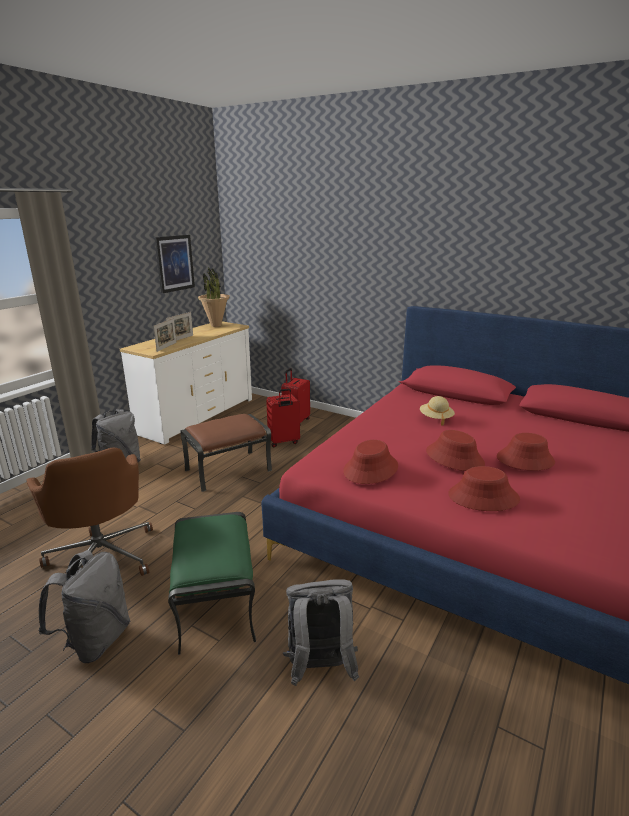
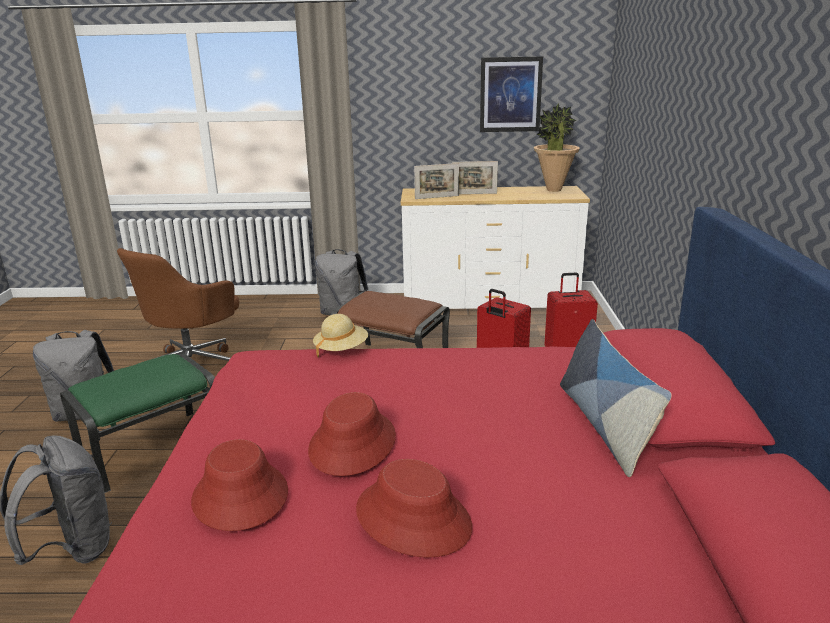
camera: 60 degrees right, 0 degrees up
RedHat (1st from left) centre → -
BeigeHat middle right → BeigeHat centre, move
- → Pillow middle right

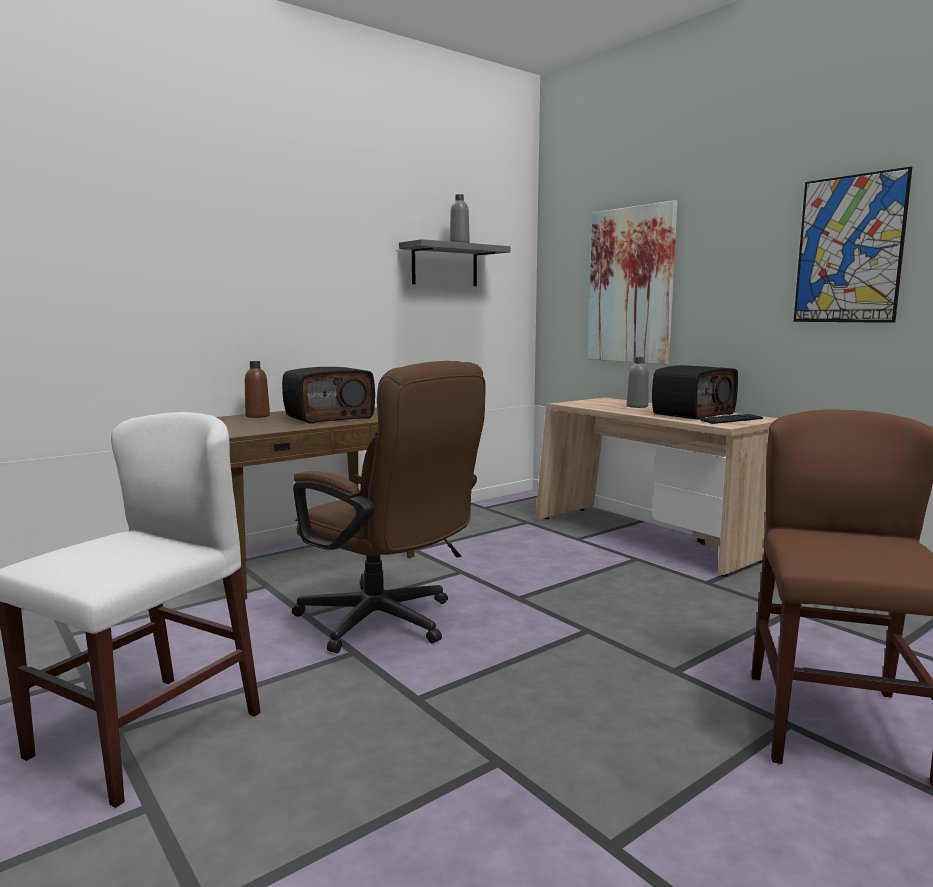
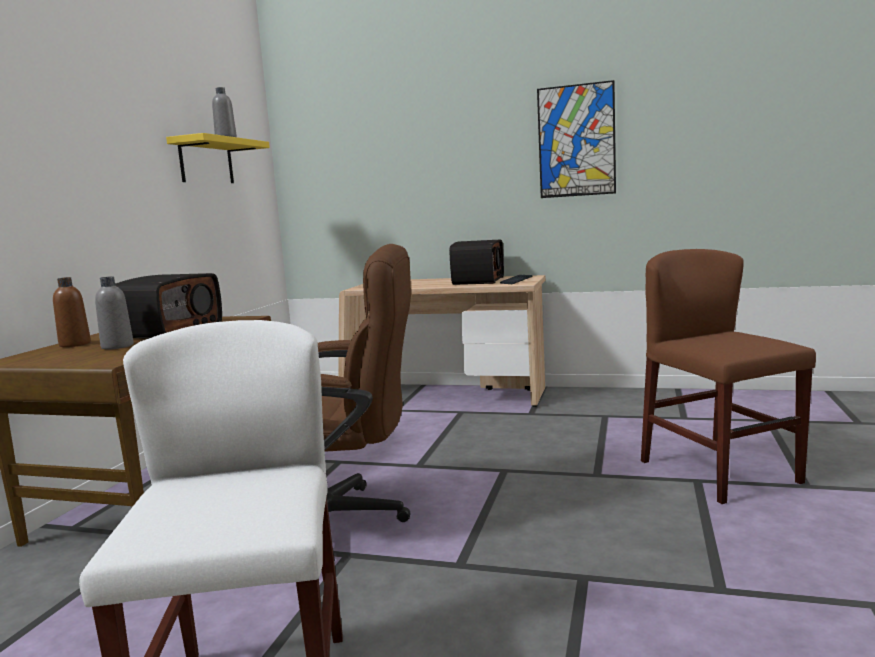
camera: 35 degrees left, 0 degrees up
GreyShelf top centre → YellowShelf top left
Picture (1st from left) top right → -
GreyBottle (2nd from left in the first image) middle right → GreyBottle (1st from left) middle left, move

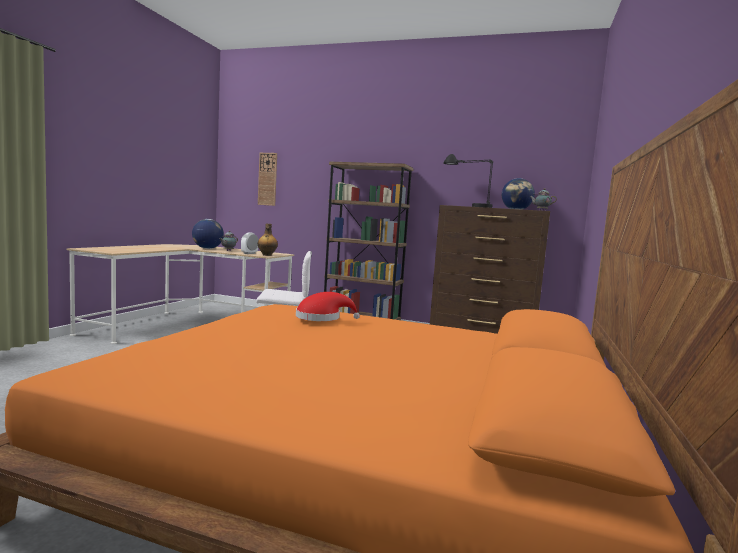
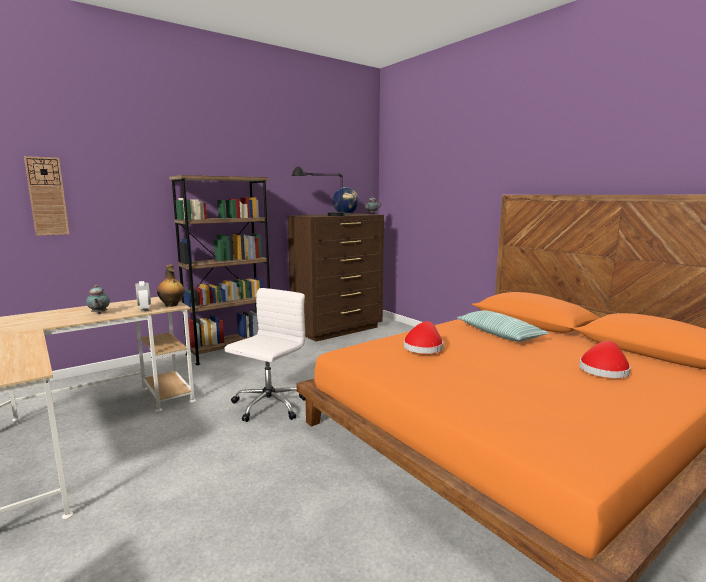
camera: 55 degrees left, 5 degrees up
Globe (1st from left) middle left → -
- → Pillow middle right
- → RedHat (2nd from left) middle right

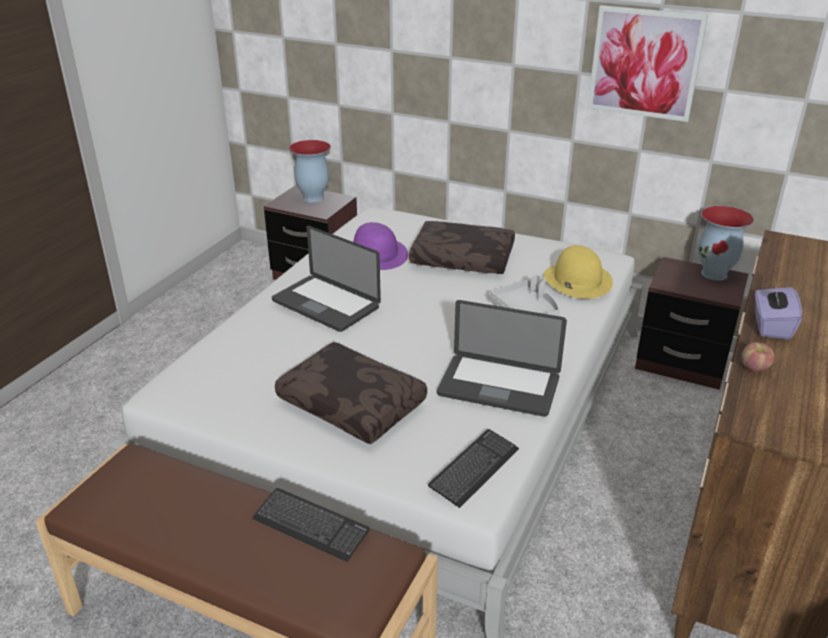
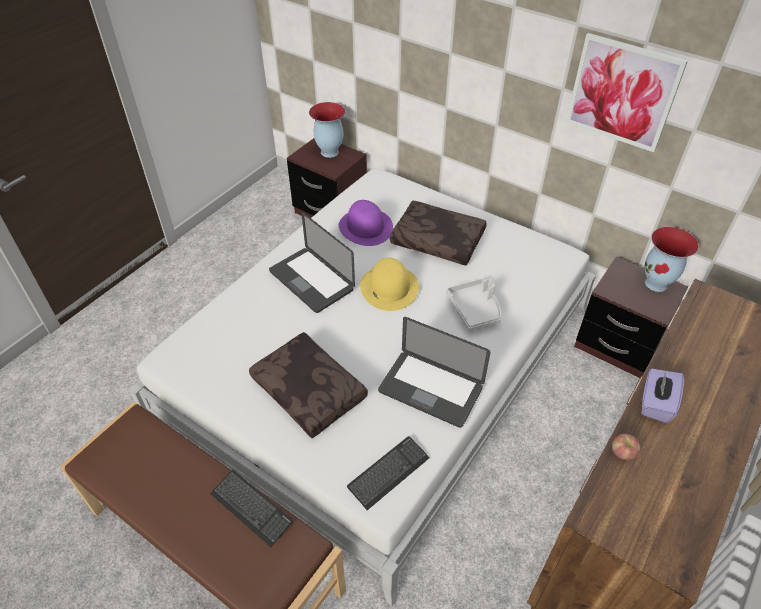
camera: 10 degrees right, 15 degrees up
YellowHat middle right → YellowHat centre, move

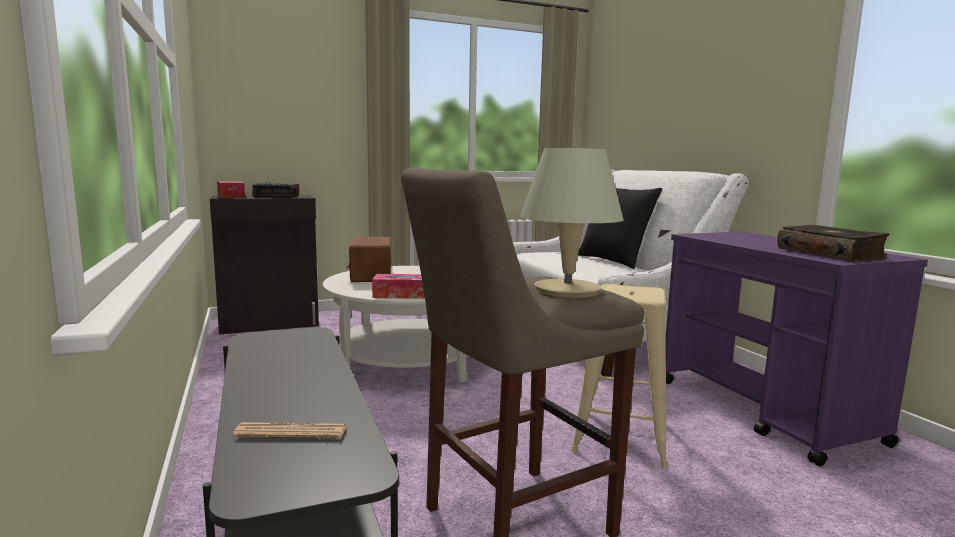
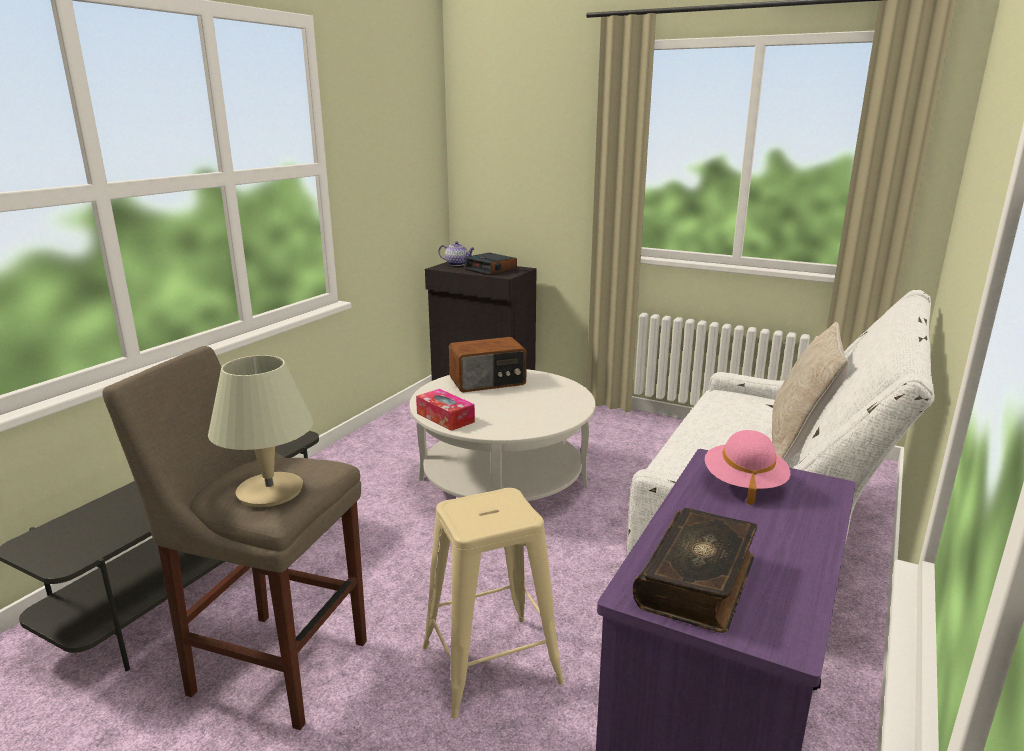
camera: 50 degrees right, 10 degrees up
TissueBox (1st from left) middle left → Teapot centre
Newspaper bottom left → -
Radio centre, 150 degrees counterclockwise
BlackPillow centre → BeigePillow middle right
- → PinkHat middle right

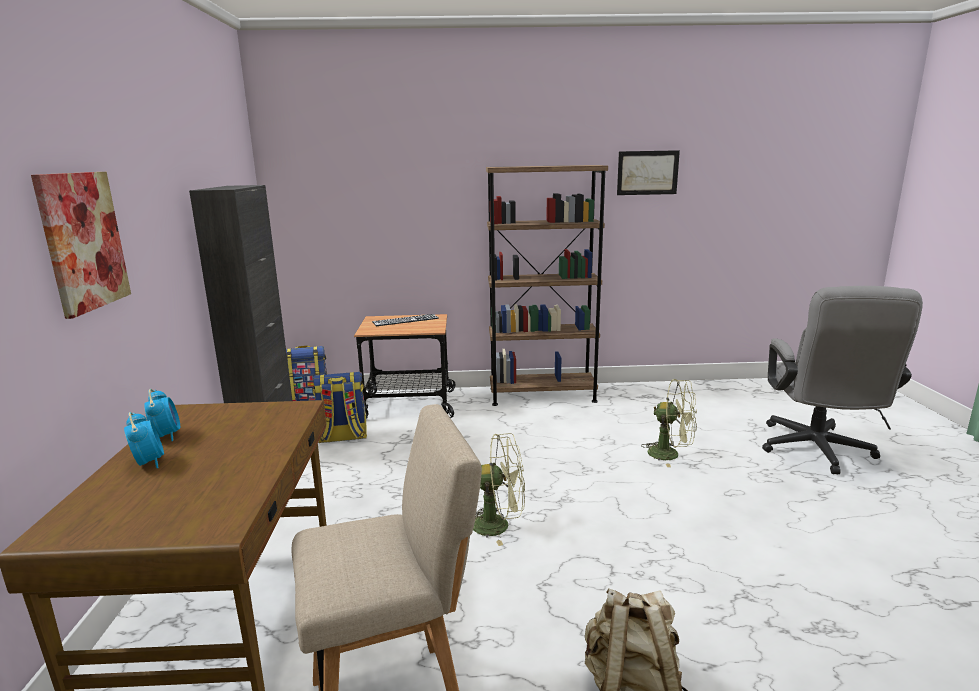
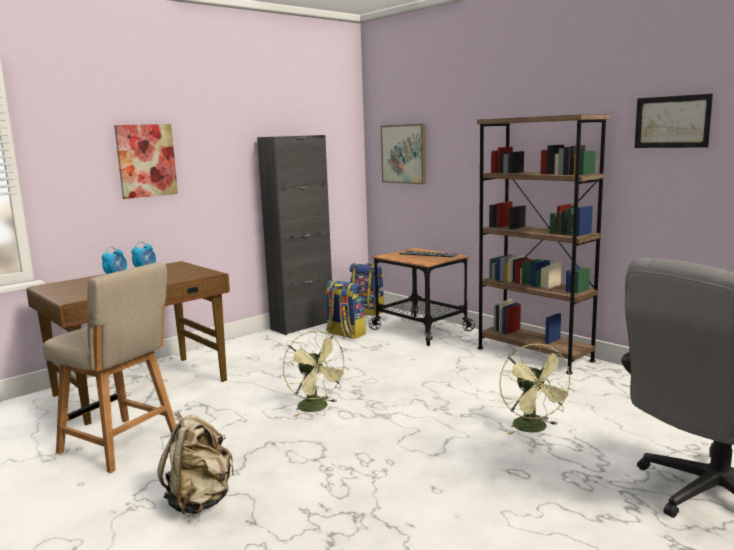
camera: 50 degrees right, 5 degrees down
- → Picture (2nd from left) top centre

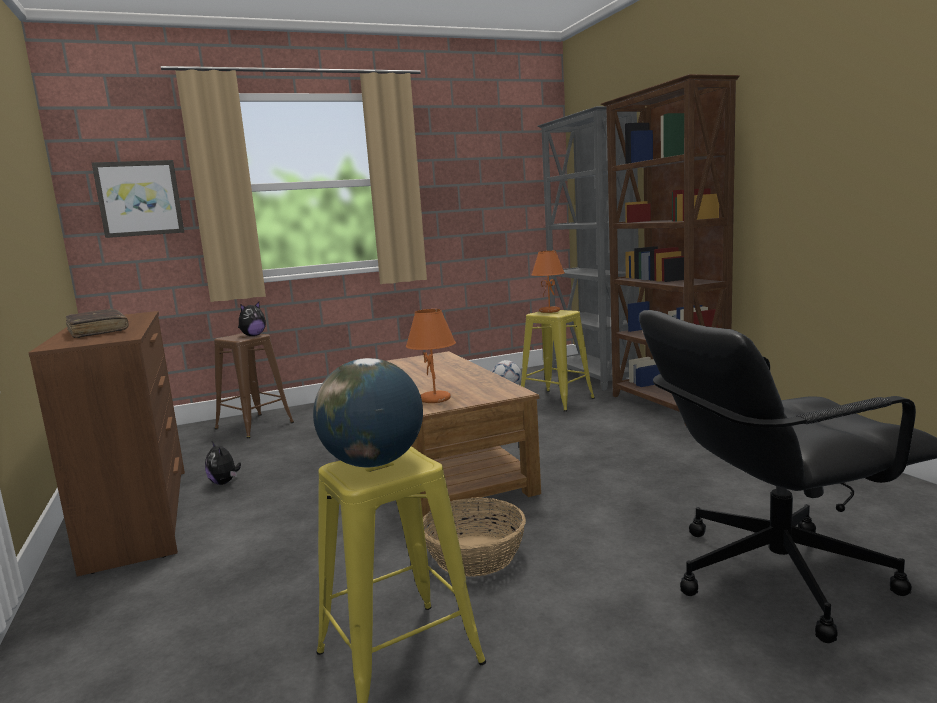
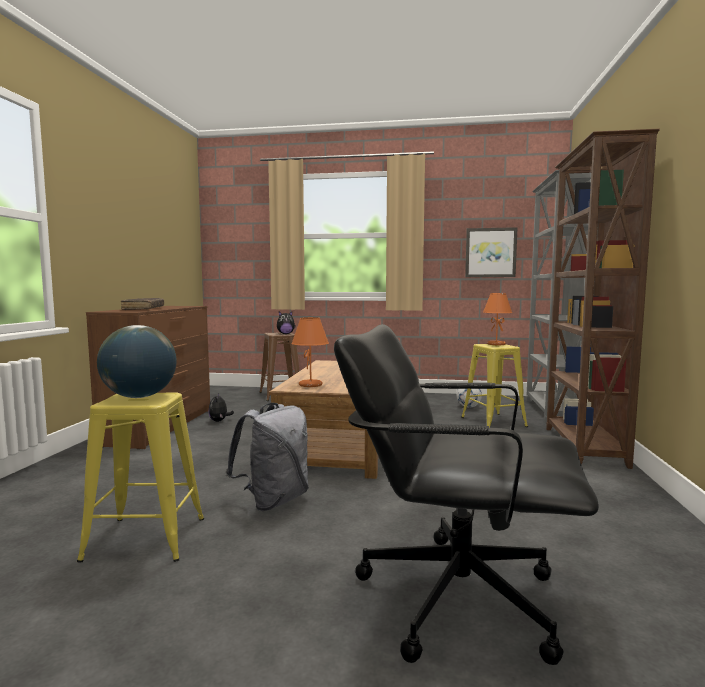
camera: 30 degrees right, 5 degrees down
Picture top left → Picture middle right, move
Basket bottom centre → GreyBackpack centre

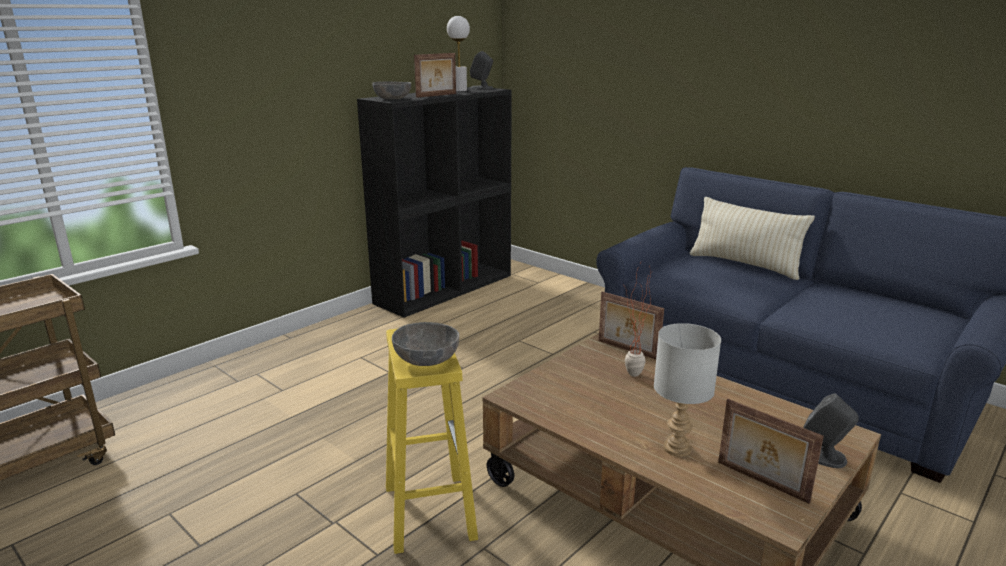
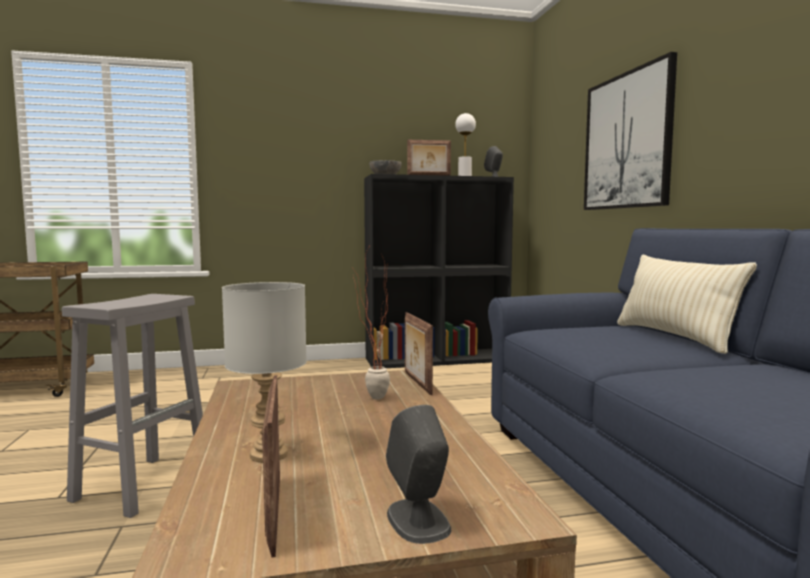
camera: 35 degrees right, 15 degrees down
YellowStool bottom centre → GreyStool bottom left
GreyBowl (2nd from left) centre → -
- → Picture top right

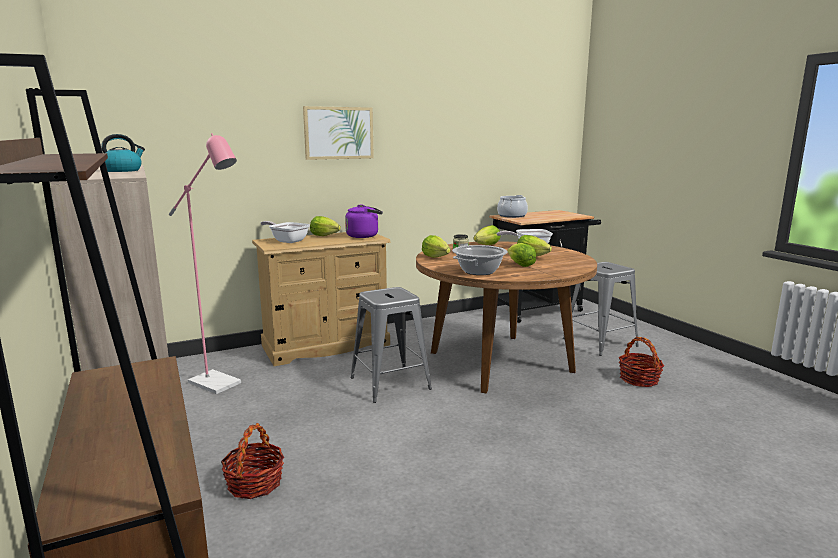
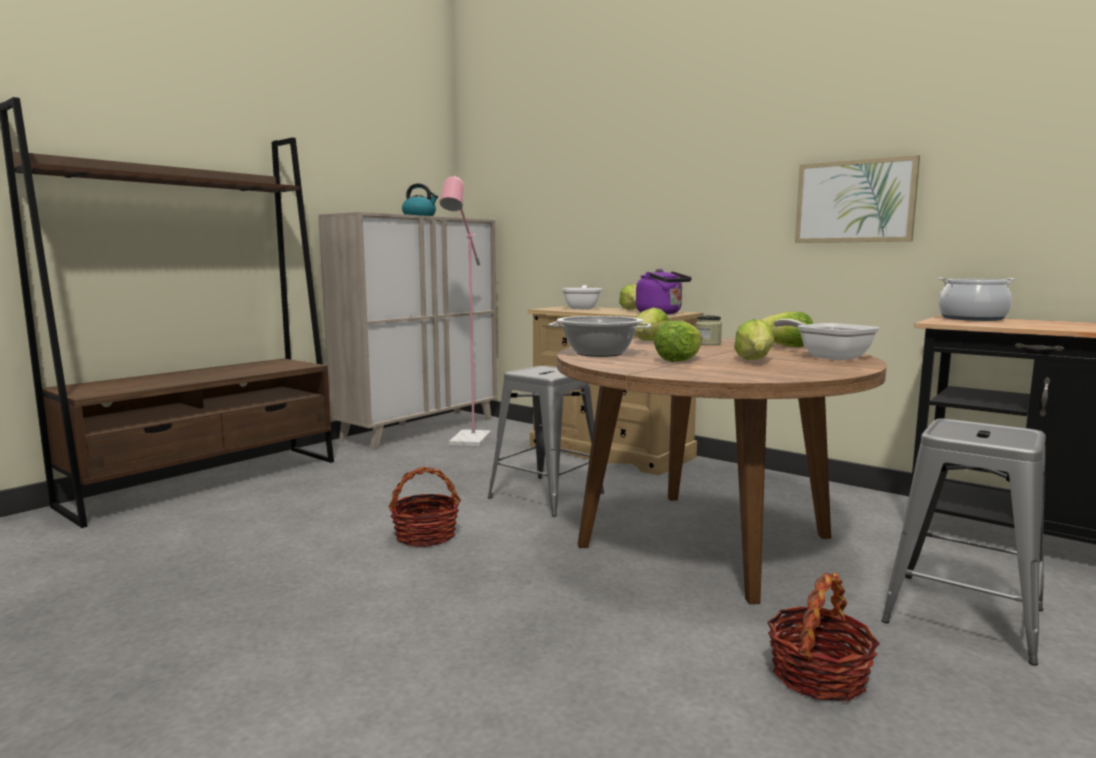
camera: 65 degrees right, 5 degrees down
Basket (1st from left) bottom left → Basket (1st from left) bottom centre, move
Picture top centre → Picture top right, move

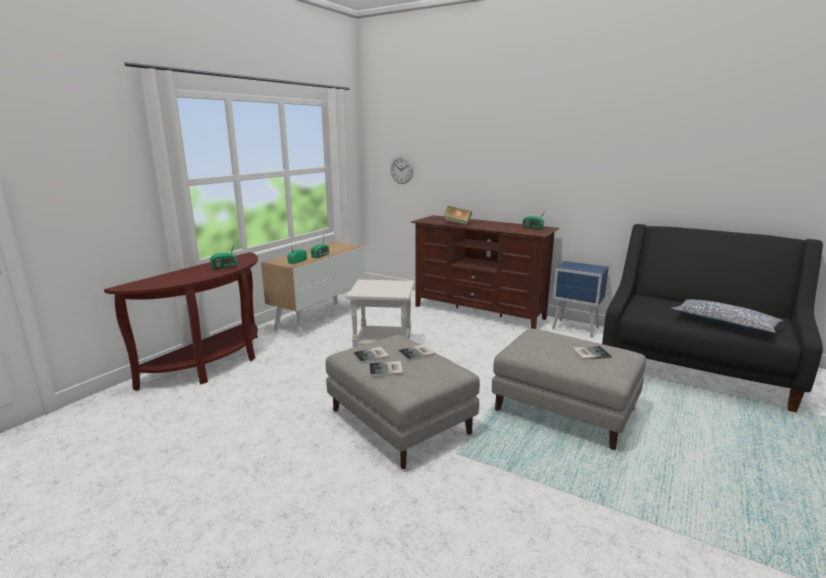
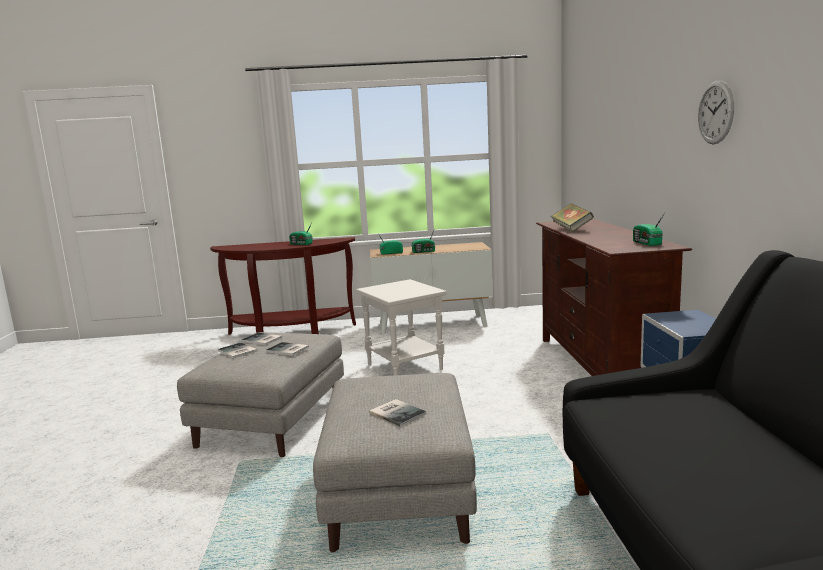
camera: 55 degrees right, 5 degrees down
WallClock top centre → WallClock top right, move
Pillow middle right → -

